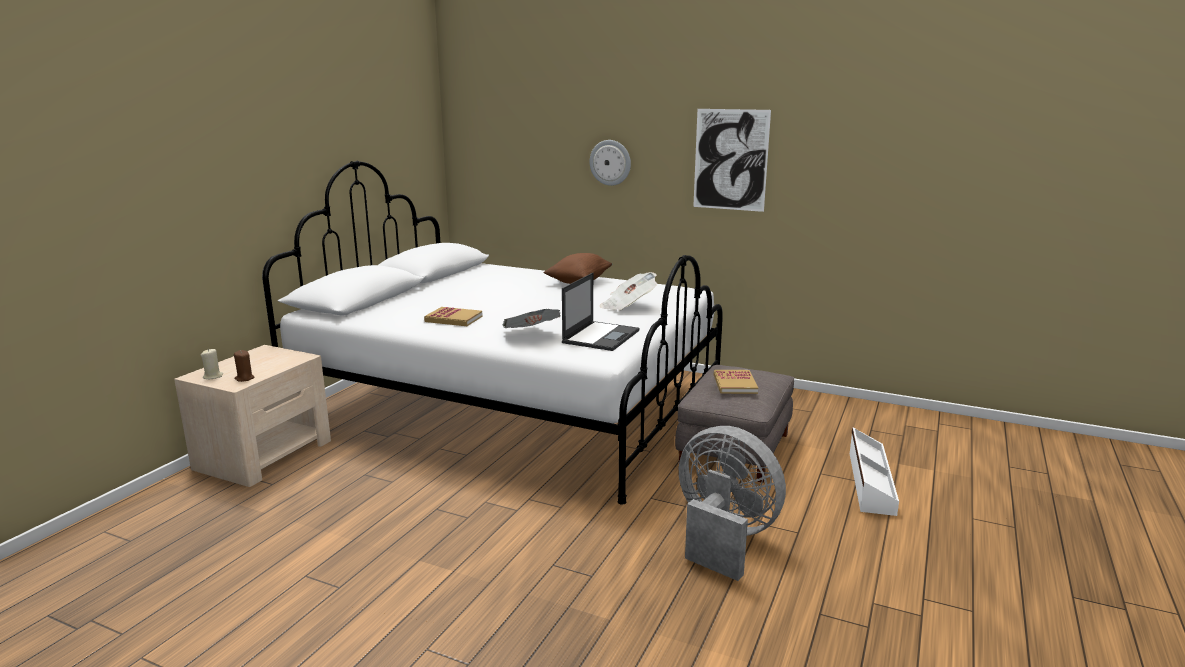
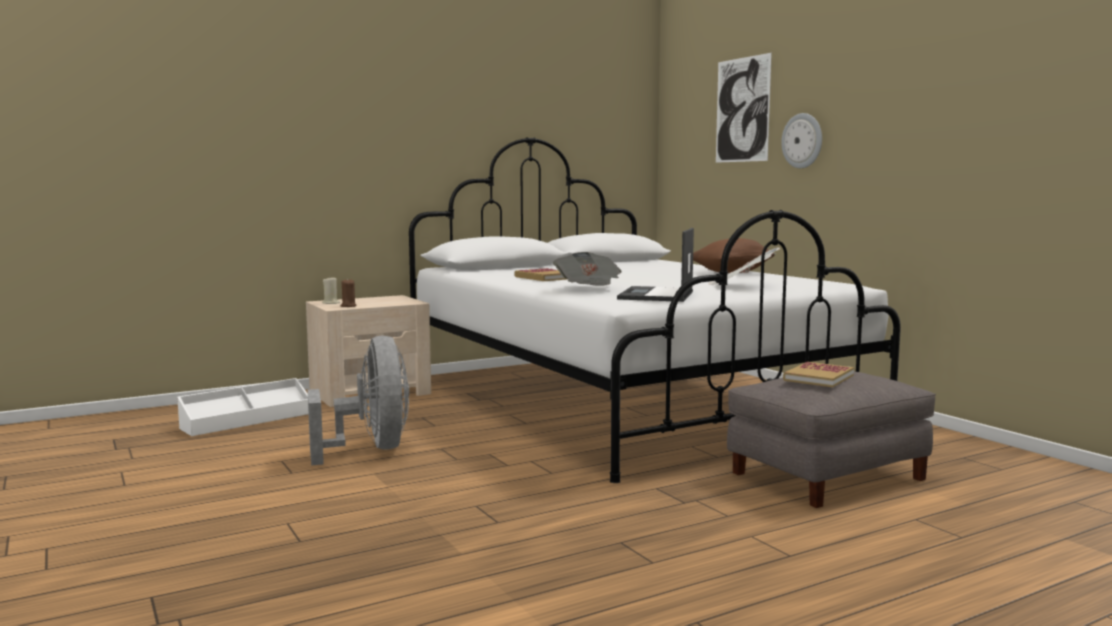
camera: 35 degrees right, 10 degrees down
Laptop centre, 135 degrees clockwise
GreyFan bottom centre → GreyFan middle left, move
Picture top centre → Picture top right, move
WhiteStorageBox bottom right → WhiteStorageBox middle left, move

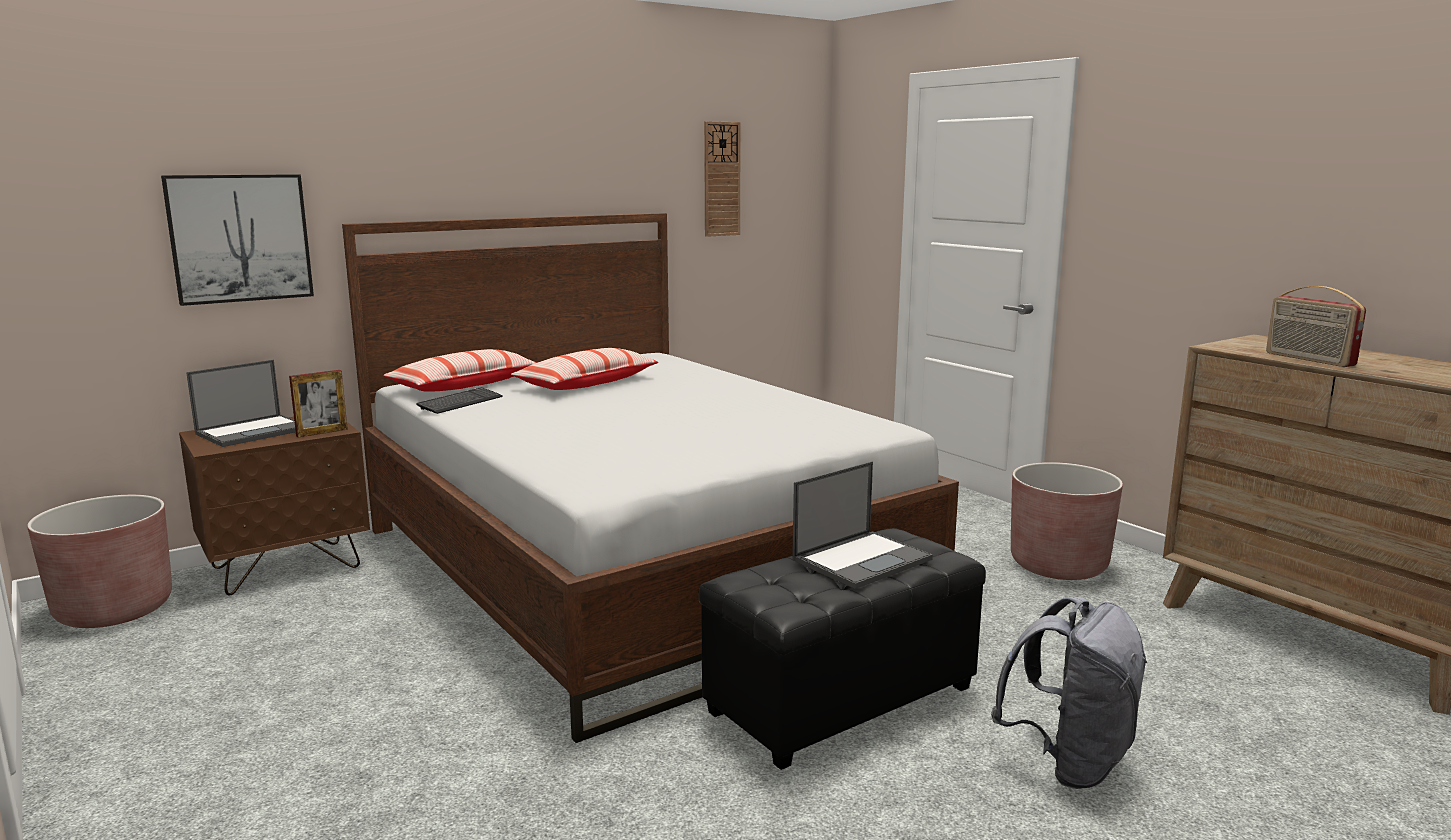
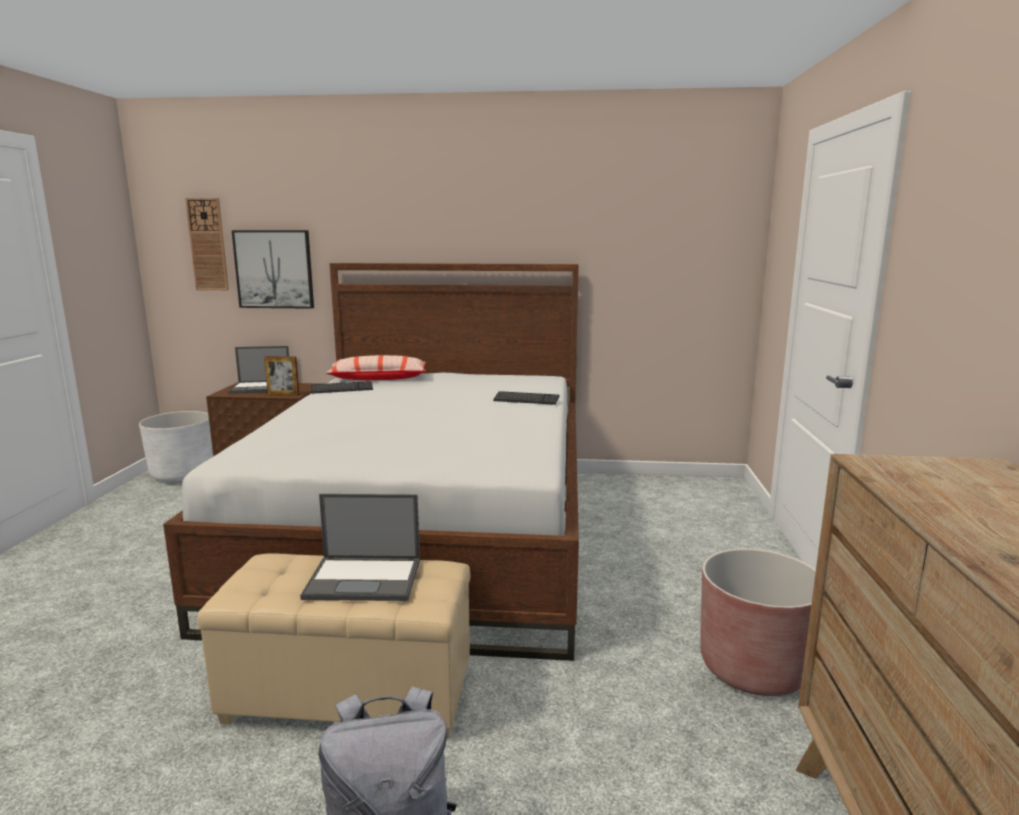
camera: 40 degrees right, 0 degrees up
BrownPlanter (1st from left) bottom left → WhitePlanter middle left
Pillow (2nd from left) centre → -
BlackOttoman bottom centre → BeigeOttoman bottom left
WallClock top centre → WallClock top left, move
Radio middle right → -
- → Keyboard (2nd from left) centre

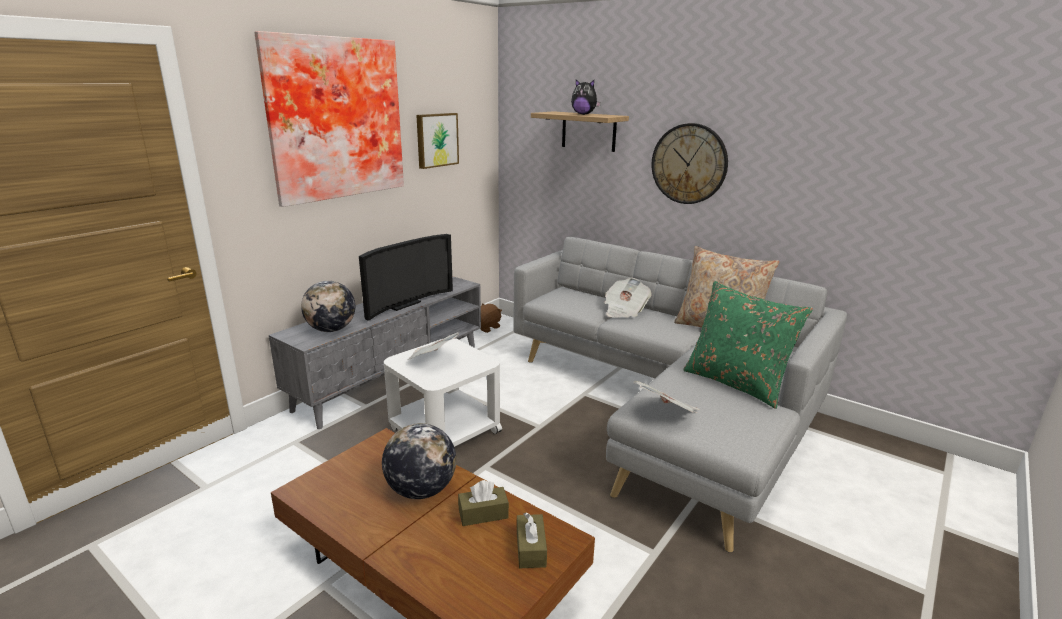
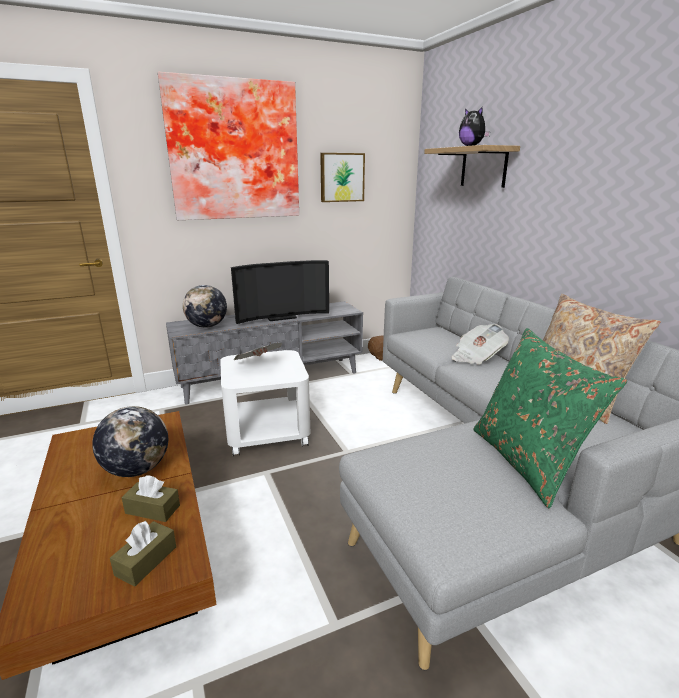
camera: 30 degrees right, 0 degrees up
Newspaper (3rd from left) centre → -
WallClock top centre → -

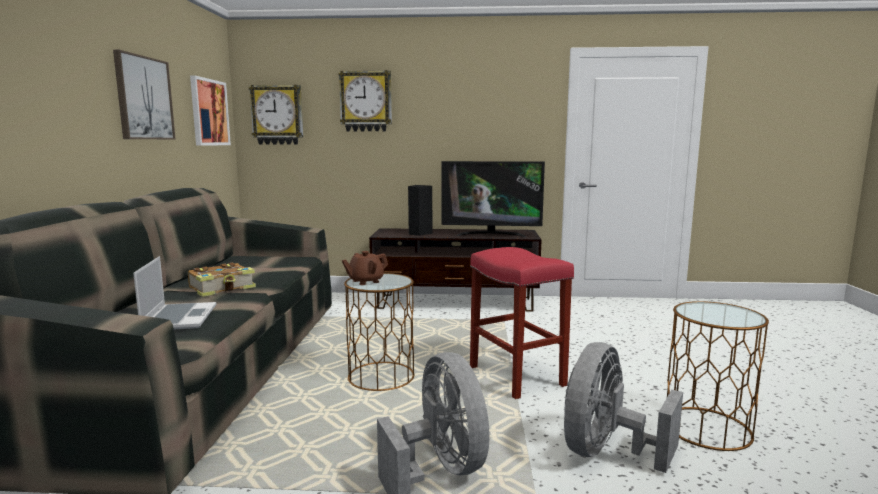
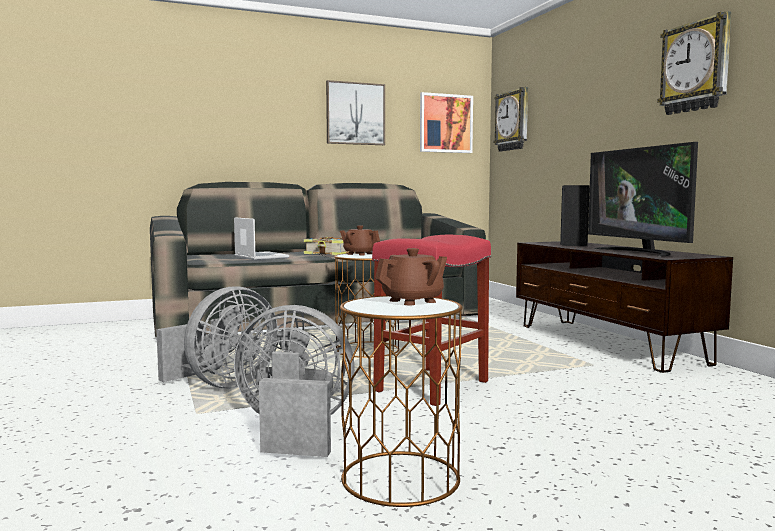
camera: 65 degrees right, 5 degrees down
Laptop middle left → Laptop centre, 90 degrees counterclockwise
WallClock (2nd from left) top centre → WallClock (2nd from left) top right, move
- → BrownTeapot (2nd from left) centre

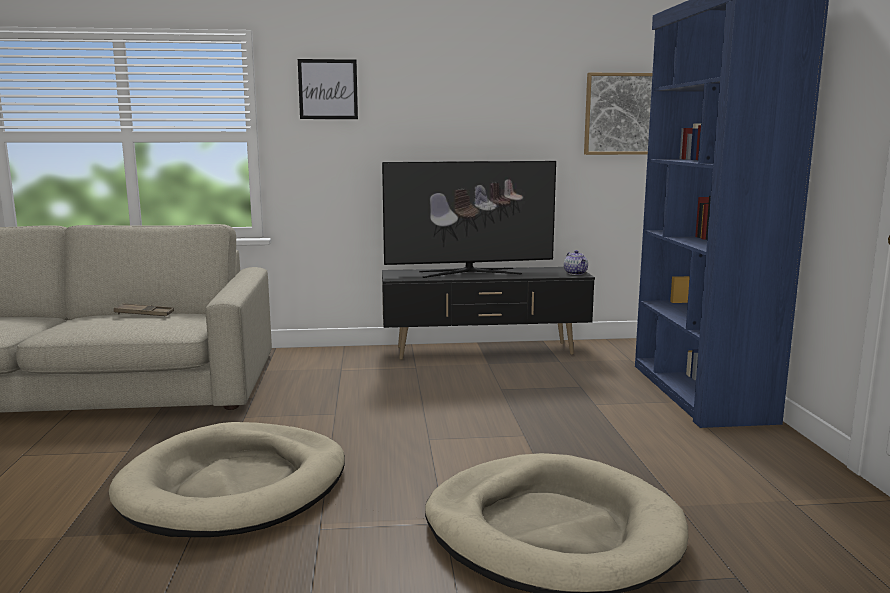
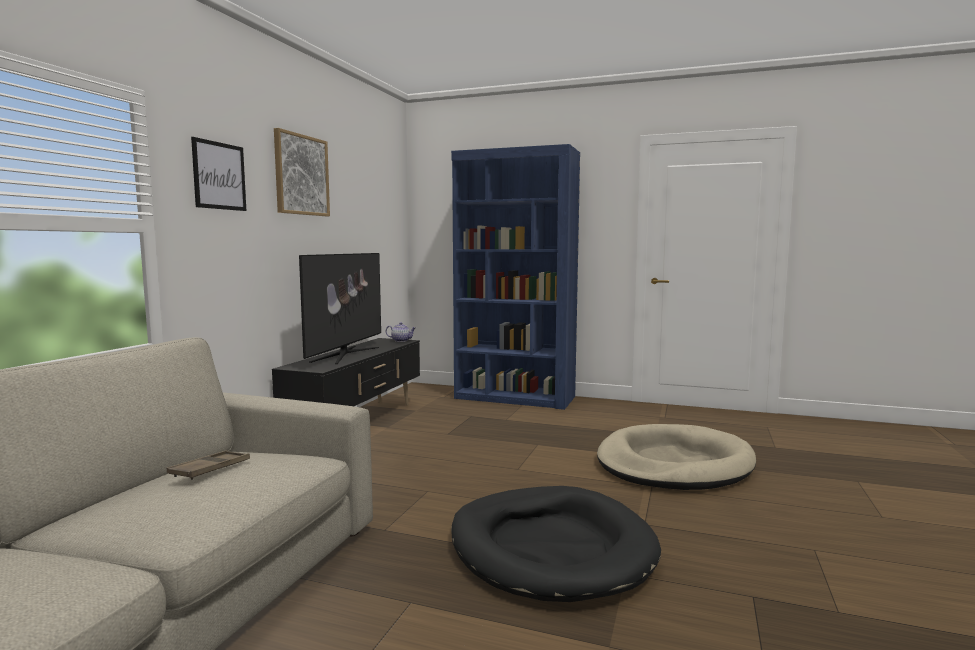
camera: 65 degrees left, 5 degrees down
BeigeDogBed (1st from left) bottom left → BlackDogBed bottom centre
Picture (2nd from left) top right → Picture (2nd from left) top left, move

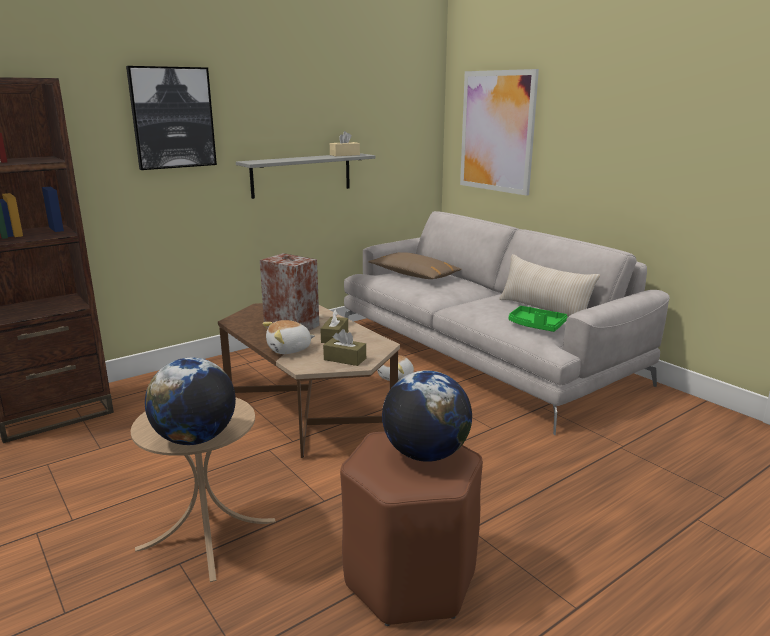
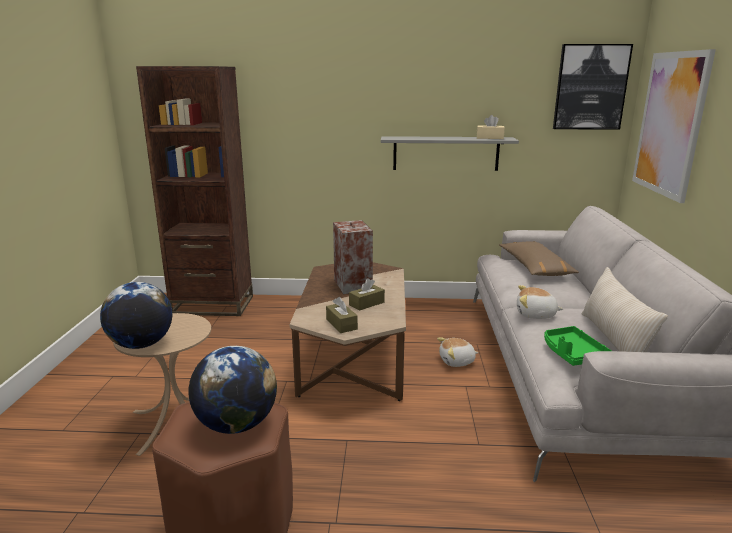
camera: 40 degrees right, 0 degrees up
Picture (1st from left) top left → Picture (1st from left) top right, move
PlushToy (1st from left in the first image) centre → PlushToy (2nd from left) middle right, move

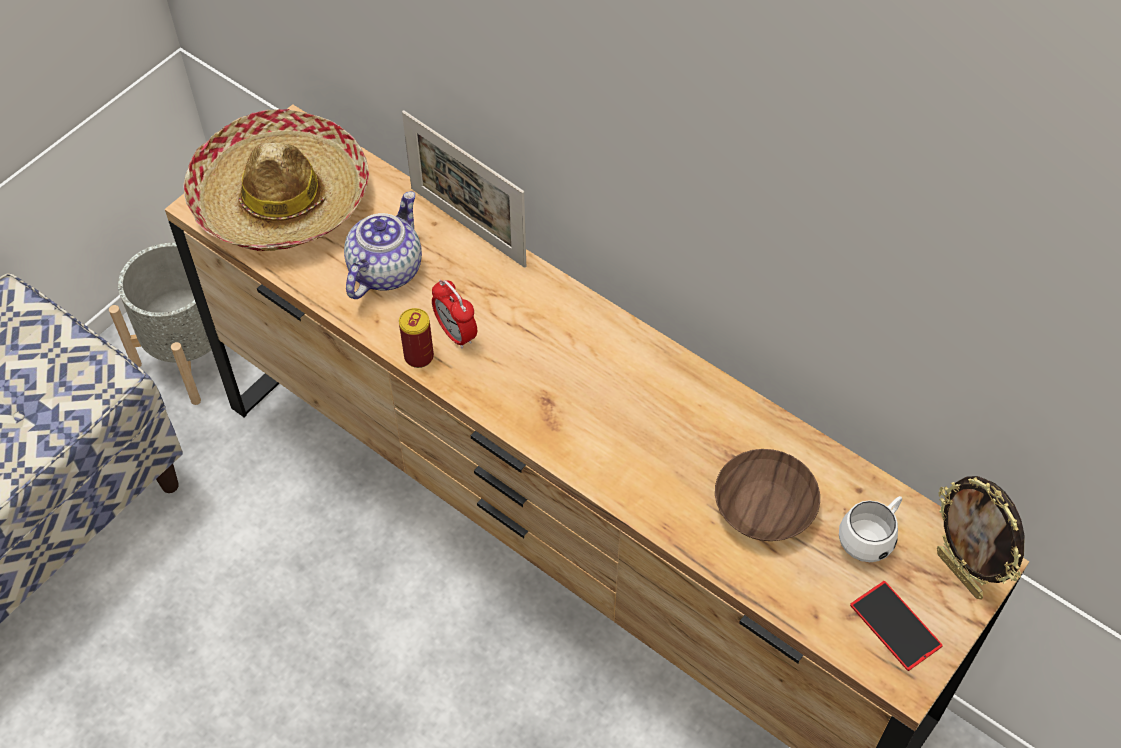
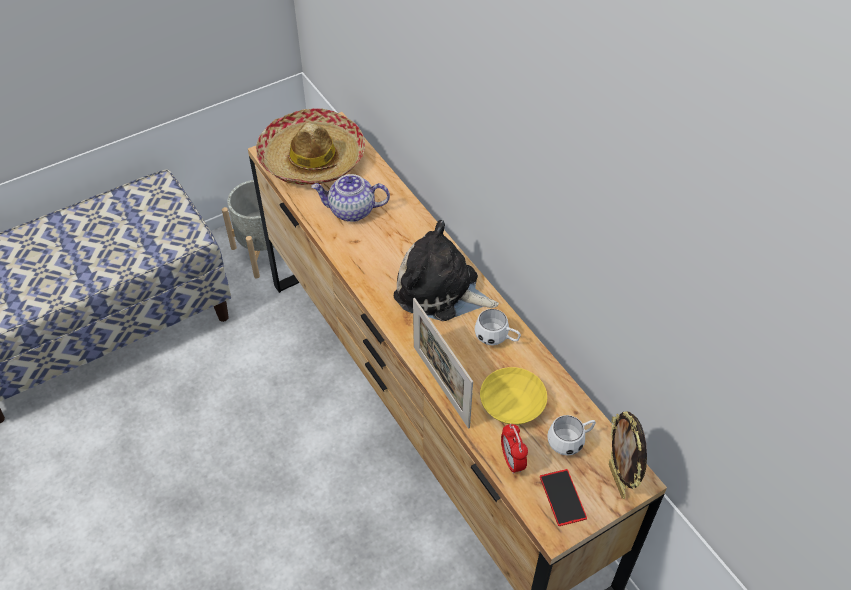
camera: 20 degrees right, 5 degrees down
Teapot top centre → Teapot centre, 135 degrees counterclockwise
Can centre → -
PictureFrame (1st from left) top centre → PictureFrame (1st from left) centre, move
AlarmClock centre → AlarmClock bottom centre, move
BrownBowl middle right → YellowBowl bottom centre
- → PlushToy centre
- → WhiteMug (1st from left) centre

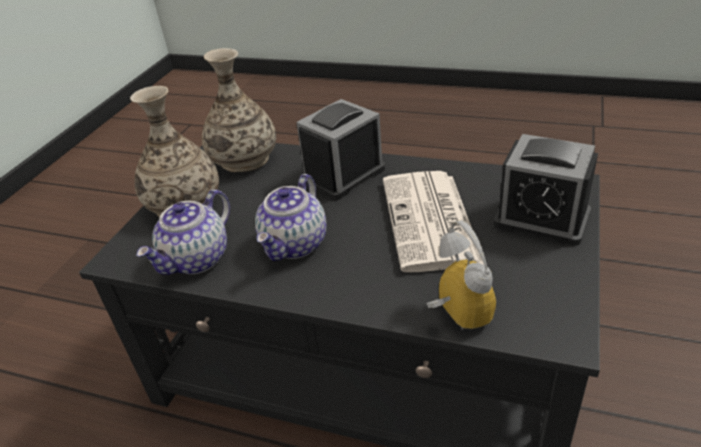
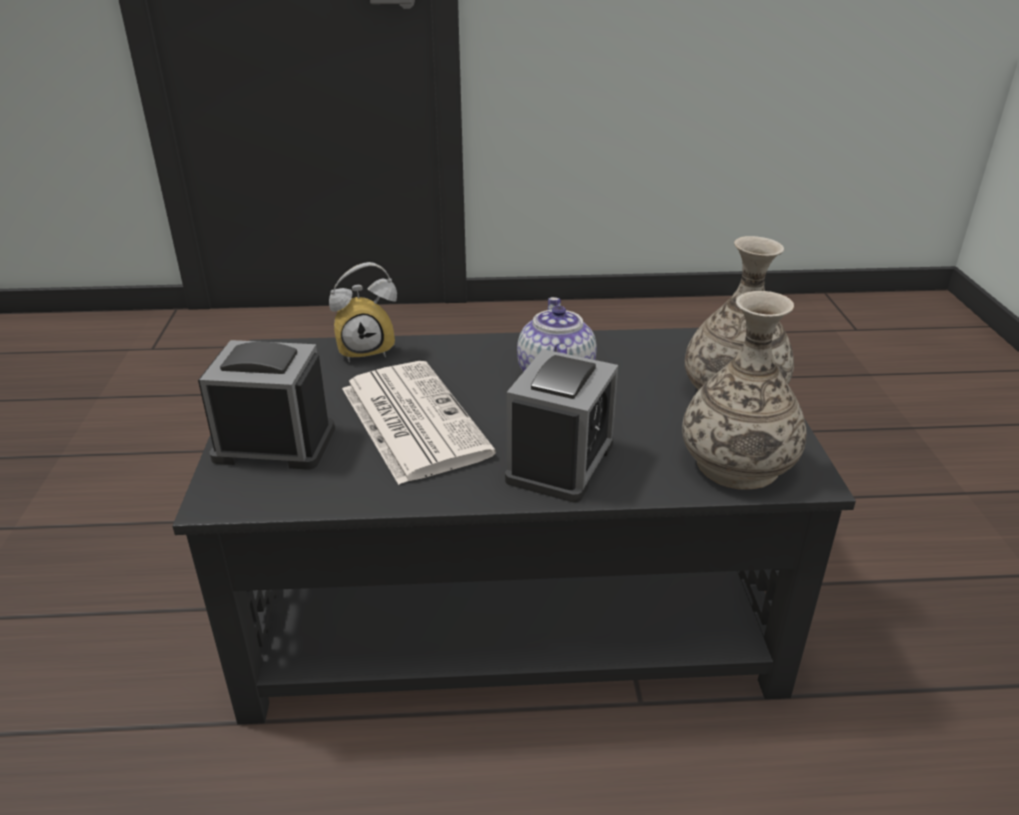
camera: 155 degrees right, 5 degrees down
Teapot (1st from left) middle left → -
AlarmClock (2nd from left) centre, 60 degrees counterclockwise

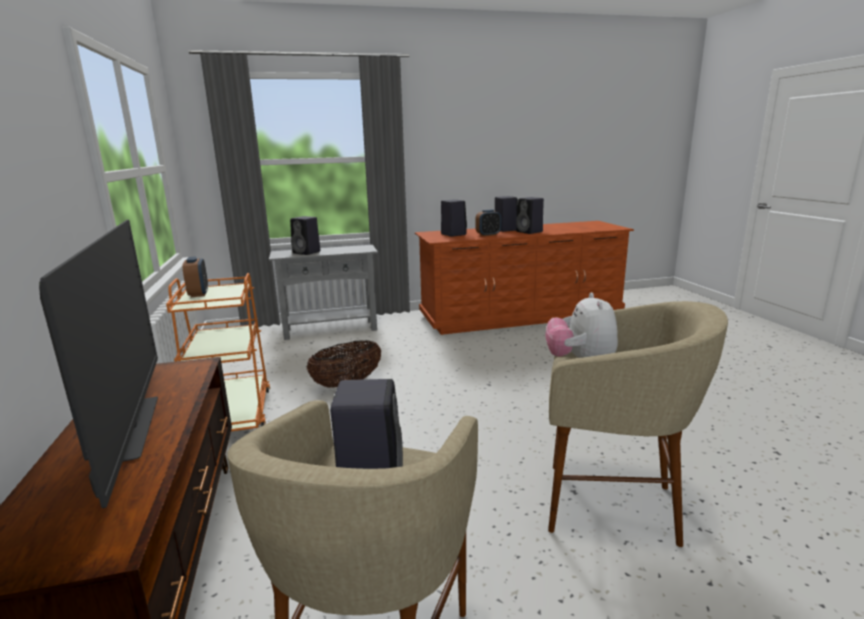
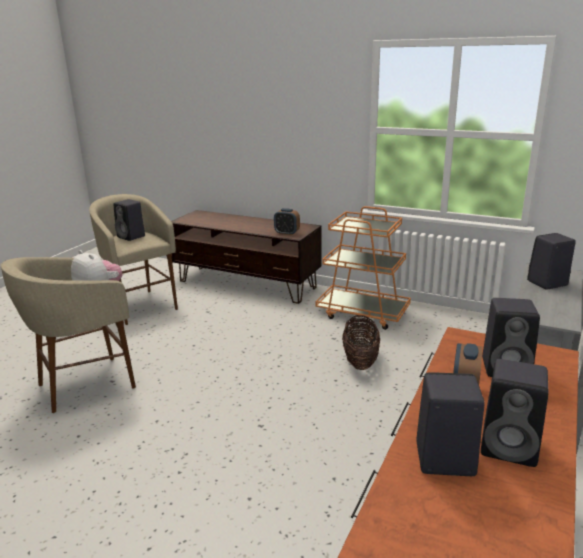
camera: 130 degrees right, 5 degrees up
Television middle left → -
AlarmClock (1st from left) middle left → AlarmClock (1st from left) centre, move

